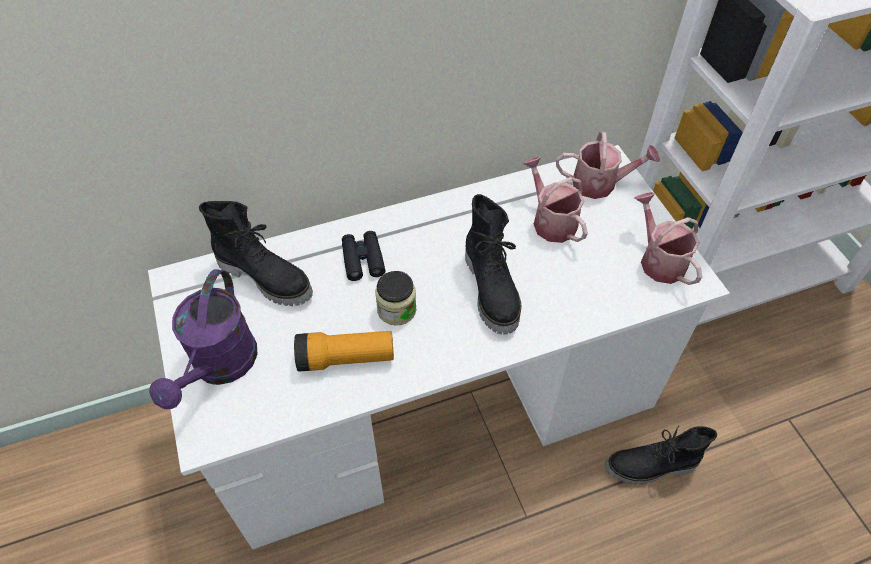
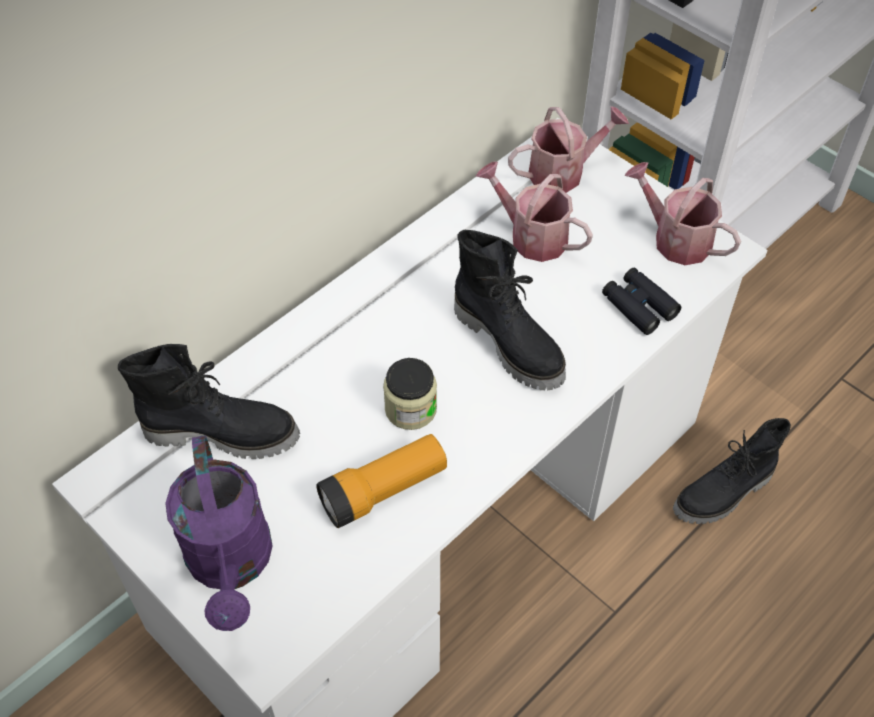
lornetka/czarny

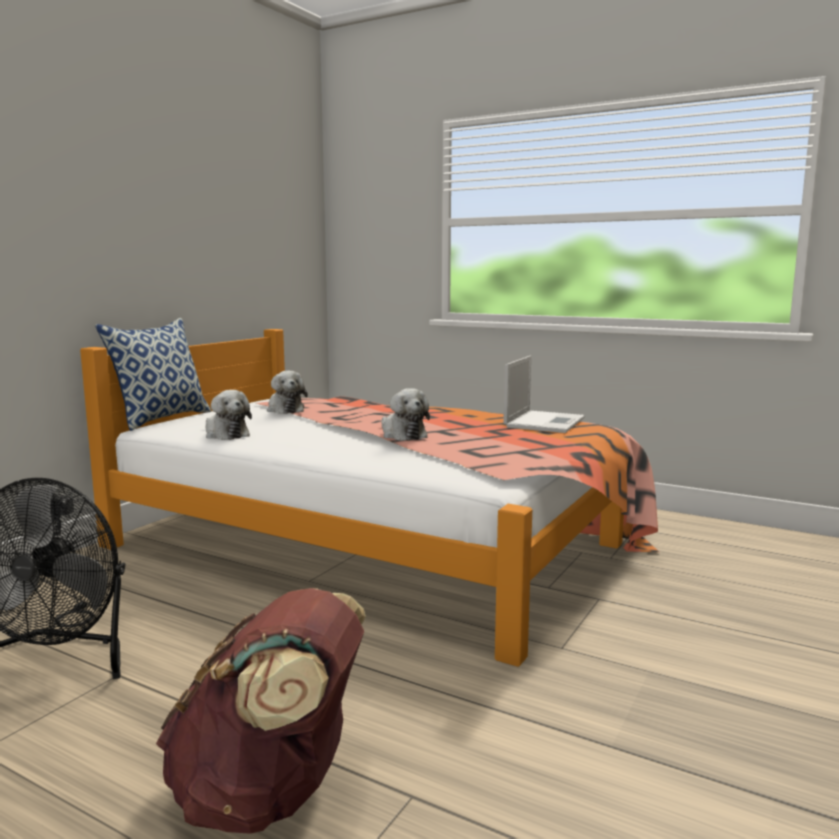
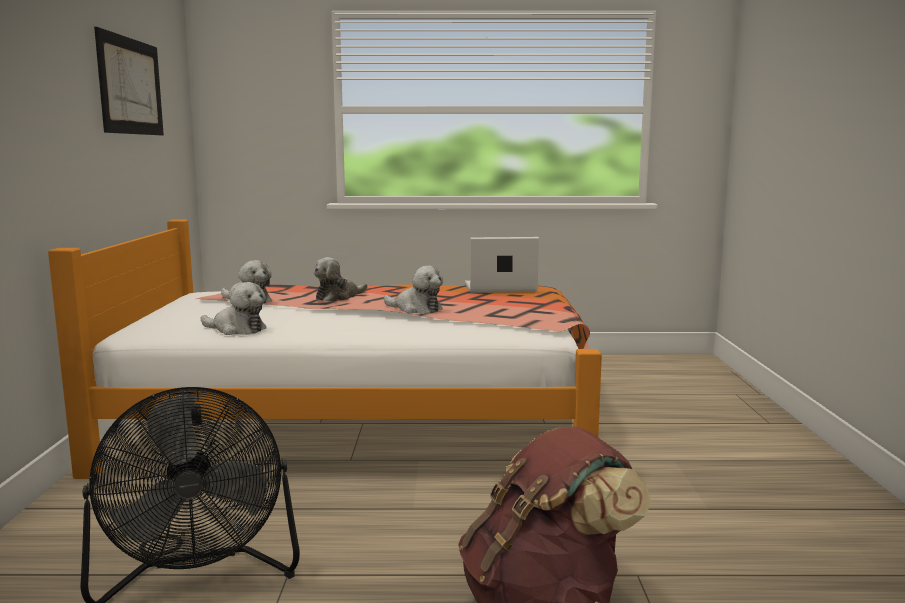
obraz
pluszak (3rd from left)
laptop
poduszka

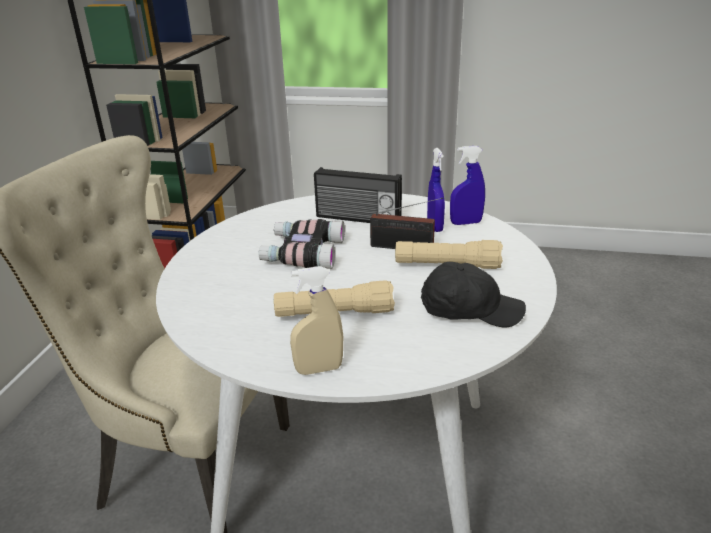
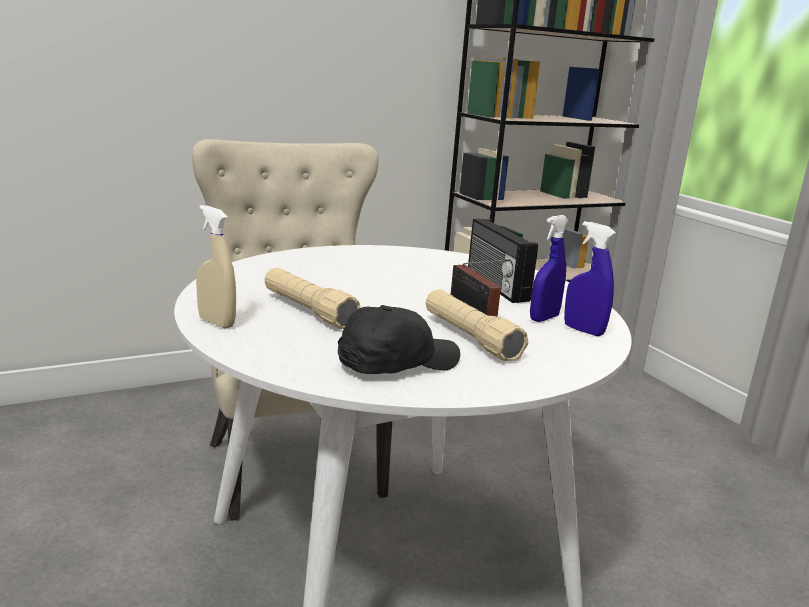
czapka z daszkiem/czarny
lornetka

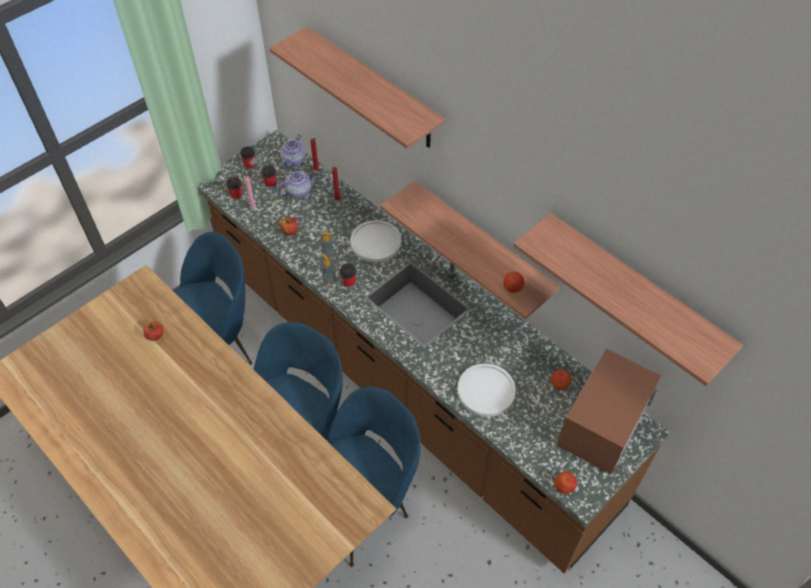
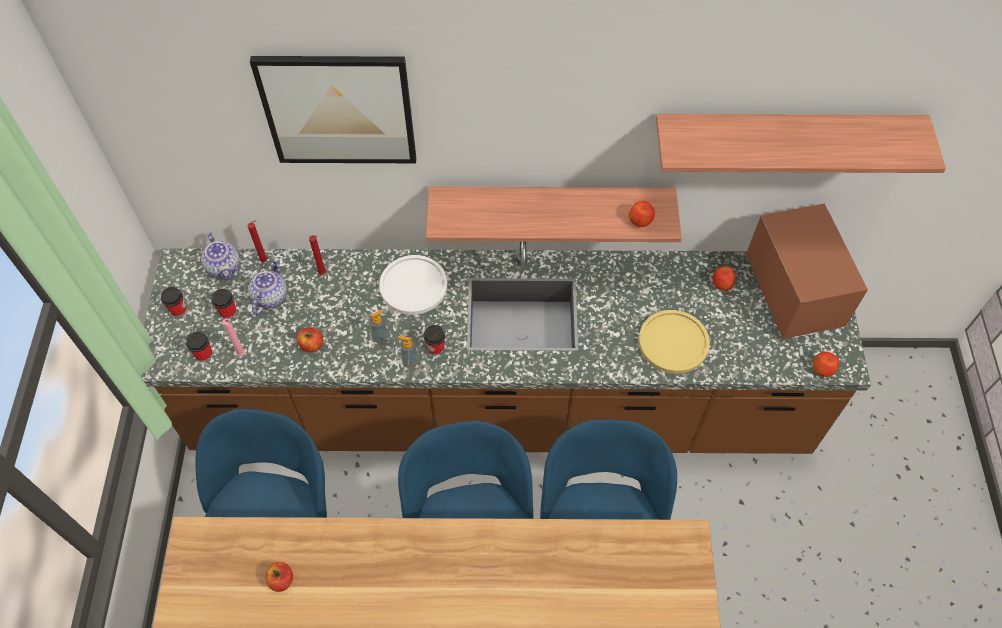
obraz
talerz/żółty

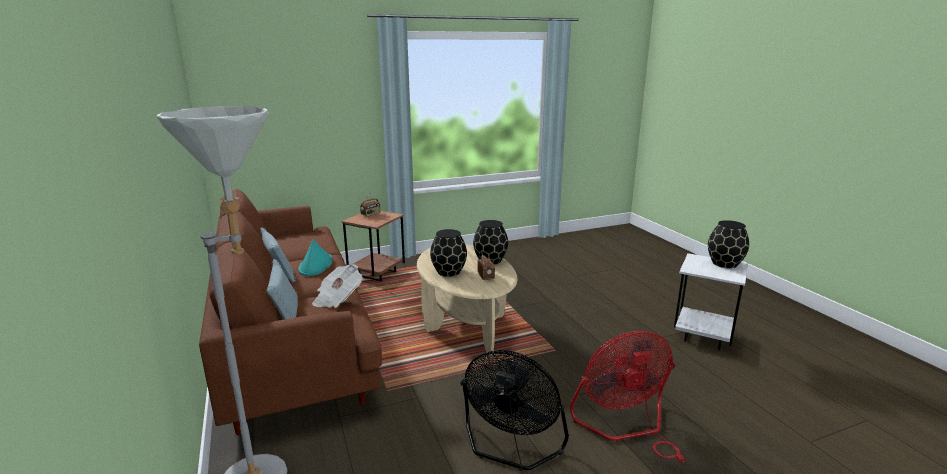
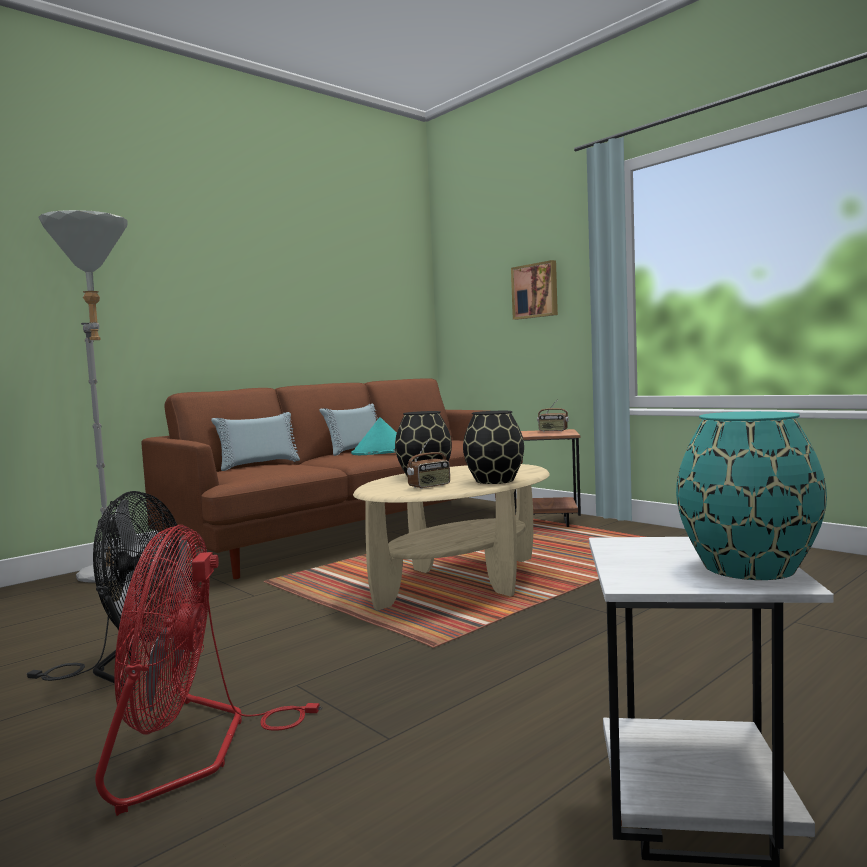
wentylator/czerwony
obraz
wazon/turkusowy
gazeta

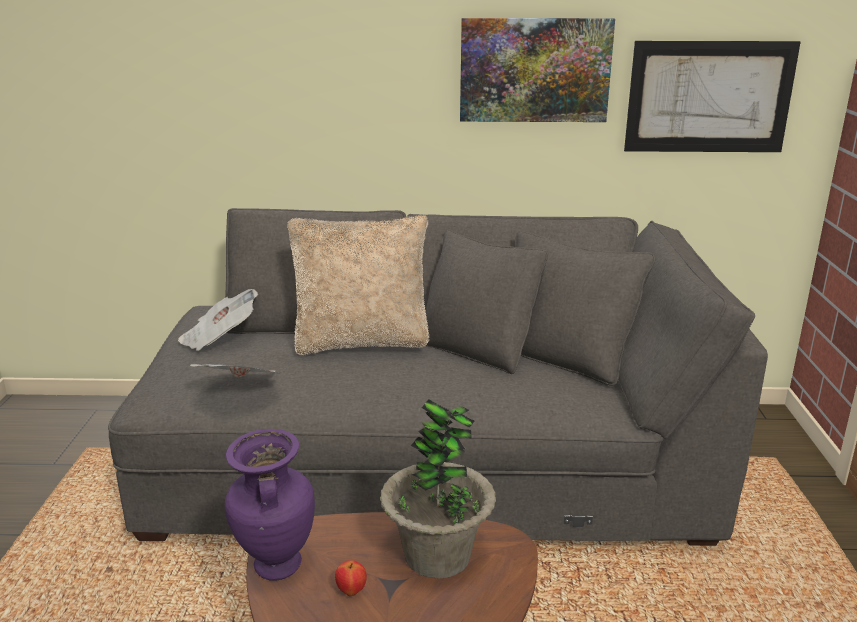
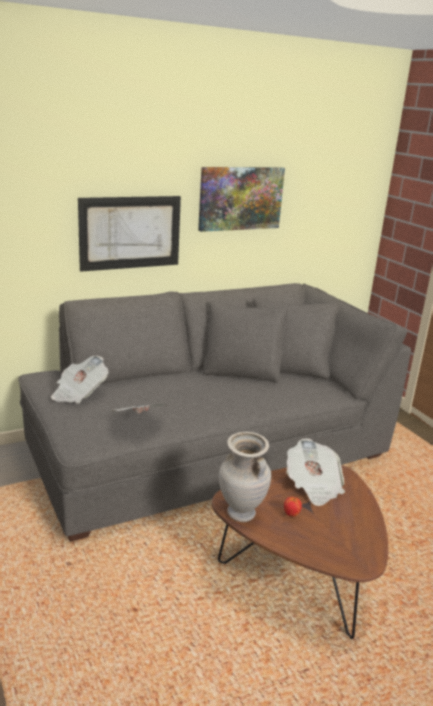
obraz (1st from left)
wazon/beżowy
gazeta (3rd from left)
poduszka/beżowy

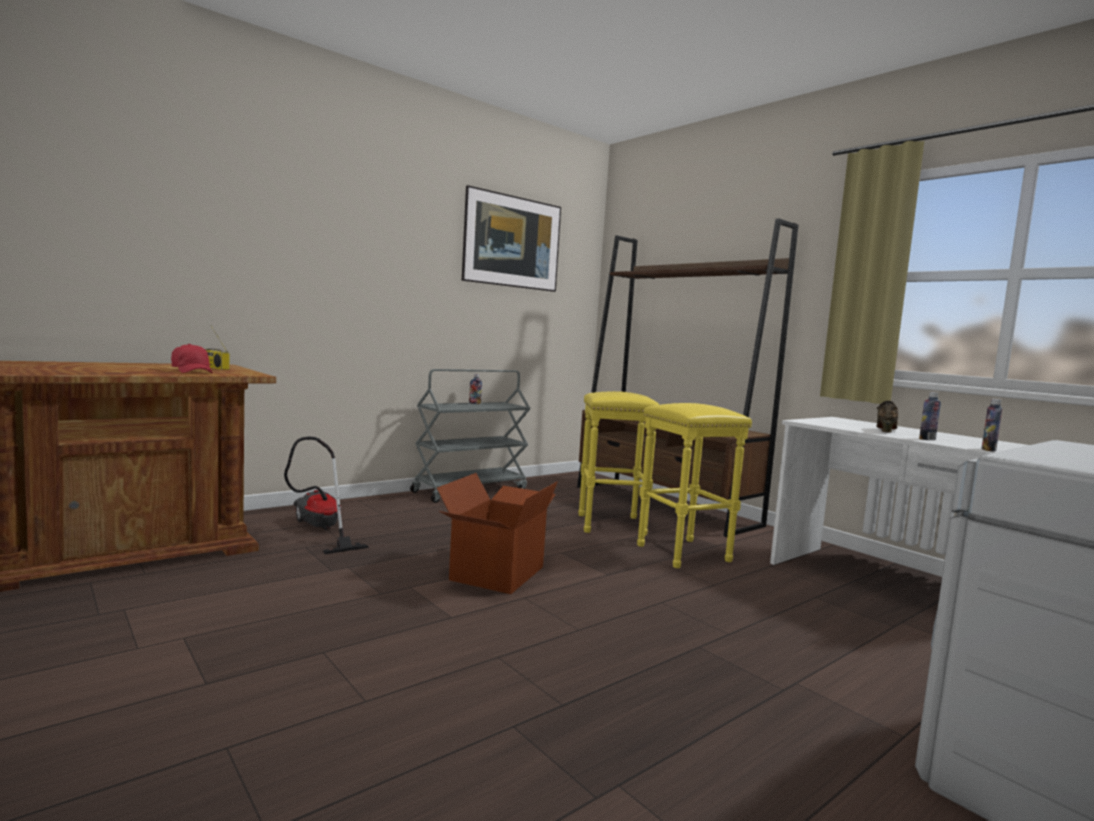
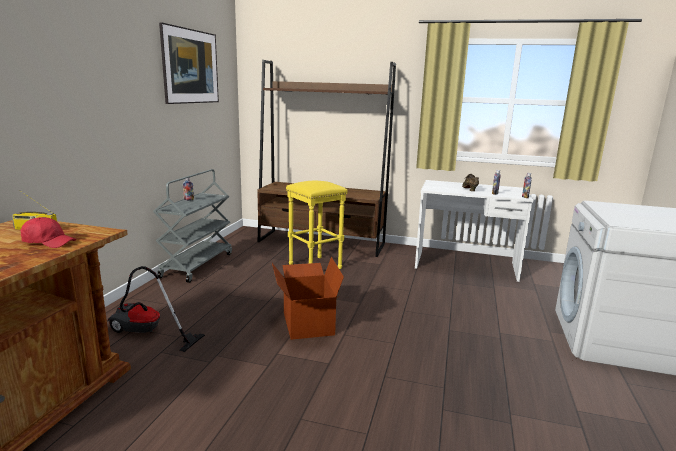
stołek/żółty (2nd from left in the first image)

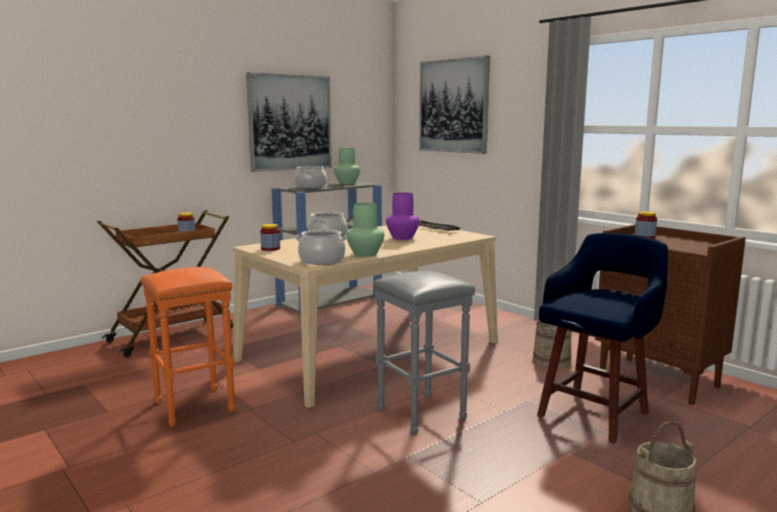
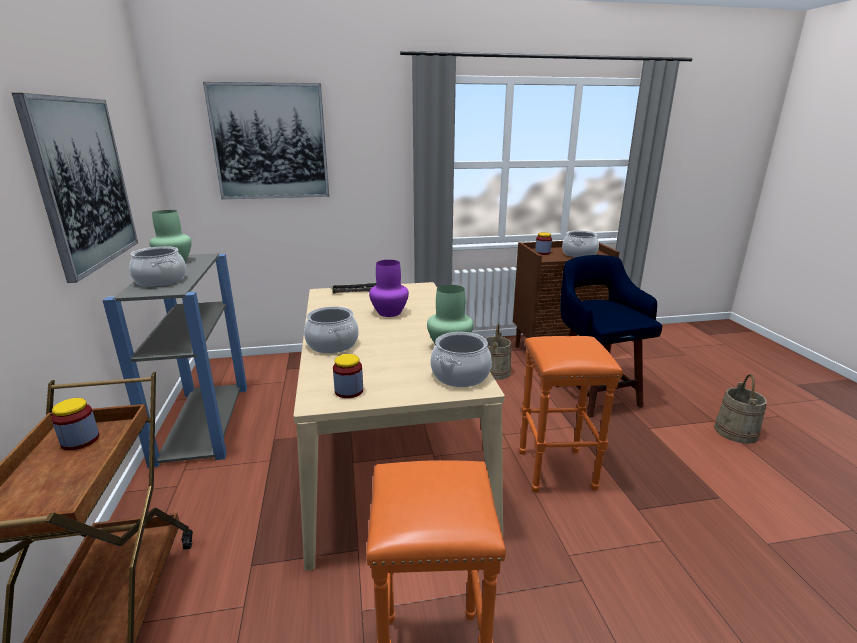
stołek/pomarańczowy (2nd from left)
garnek (4th from left)

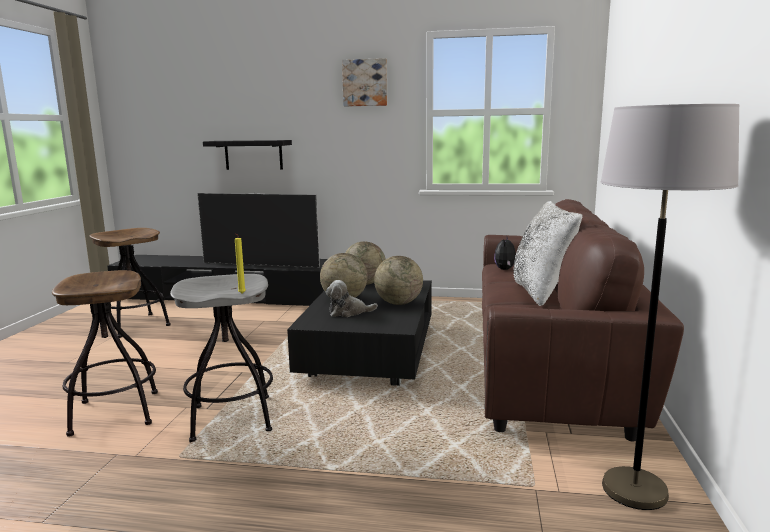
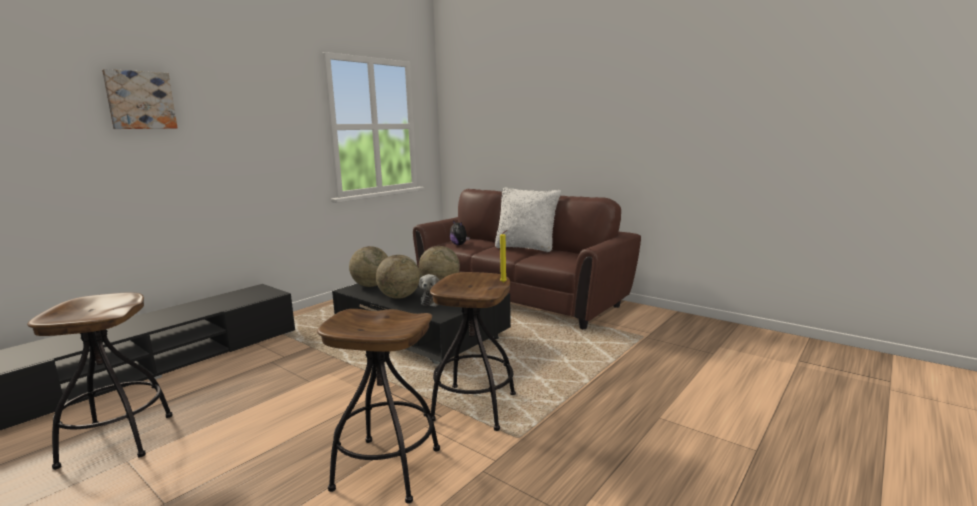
obraz
stołek/brązowy (3rd from left)
telewizor
półka/czarny
lampa stojąca/szary

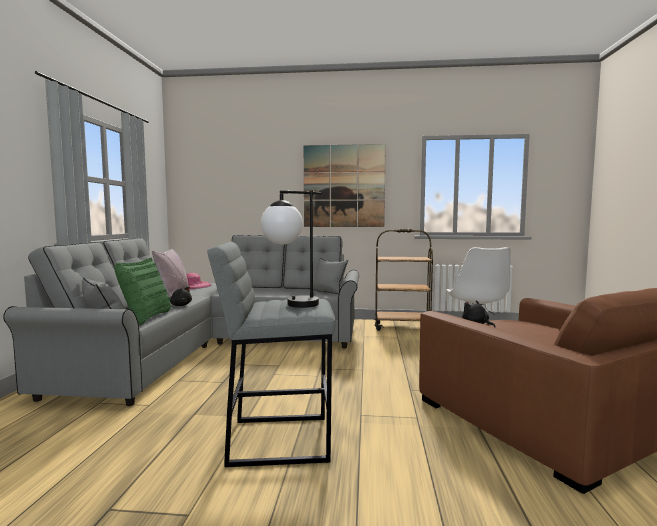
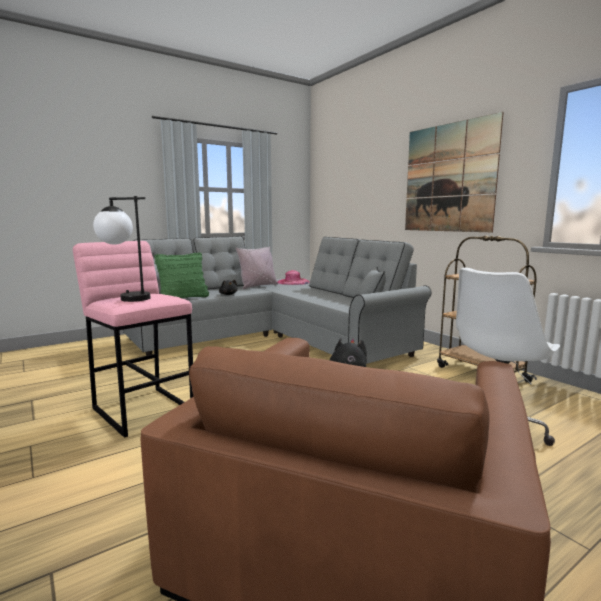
stołek/różowy

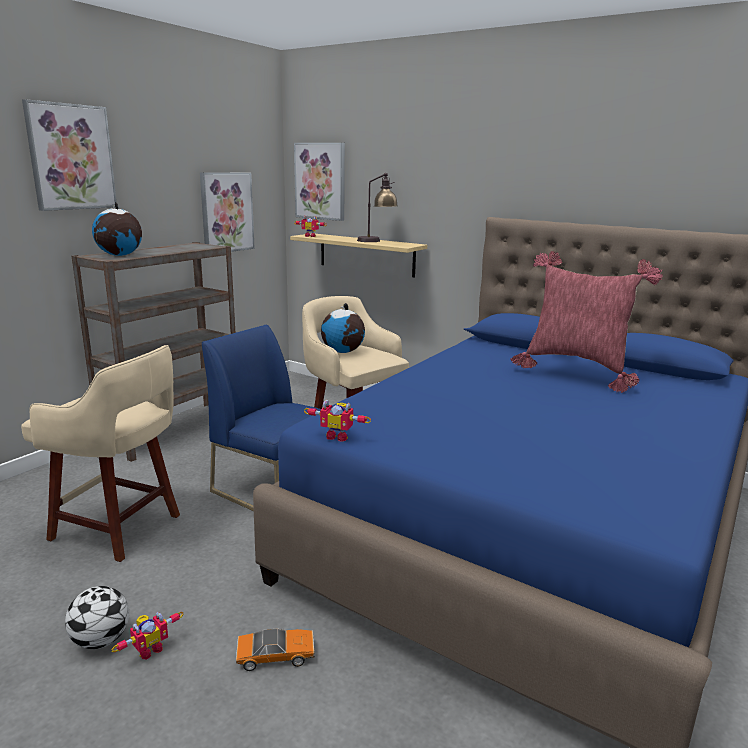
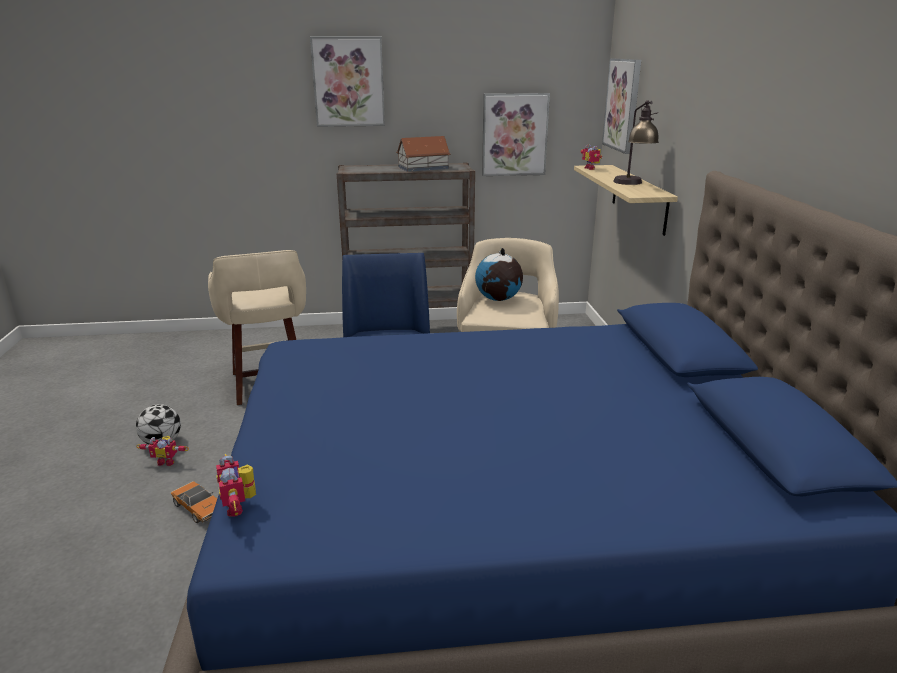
robot zabawkowy (2nd from left)
domek
globus (1st from left in the first image)
poduszka/czerwony

